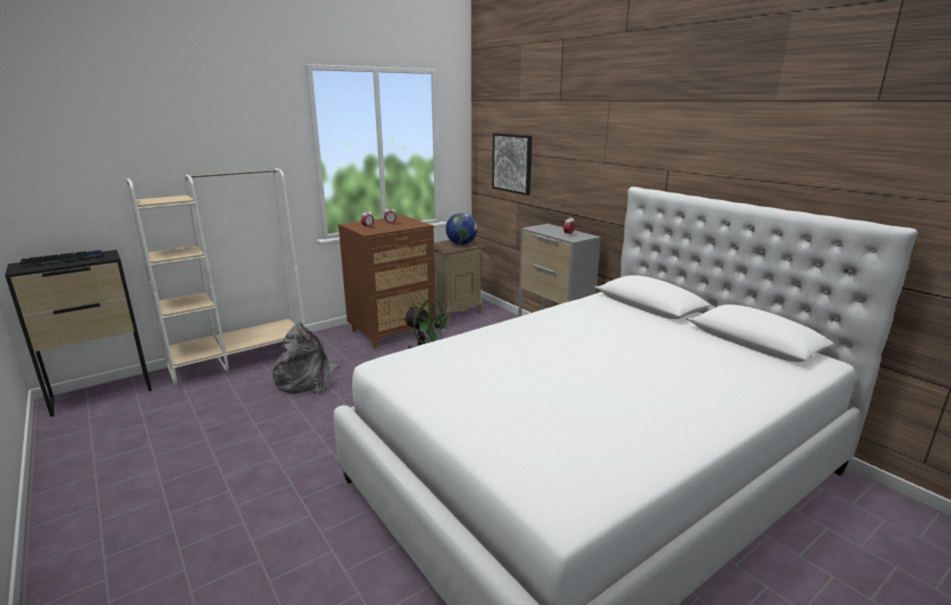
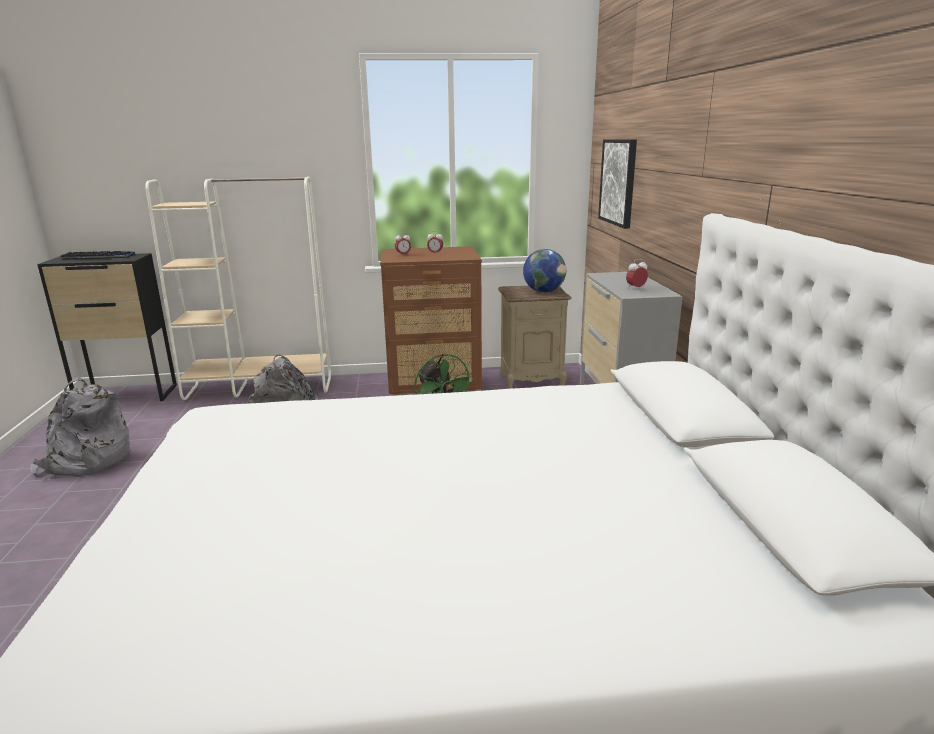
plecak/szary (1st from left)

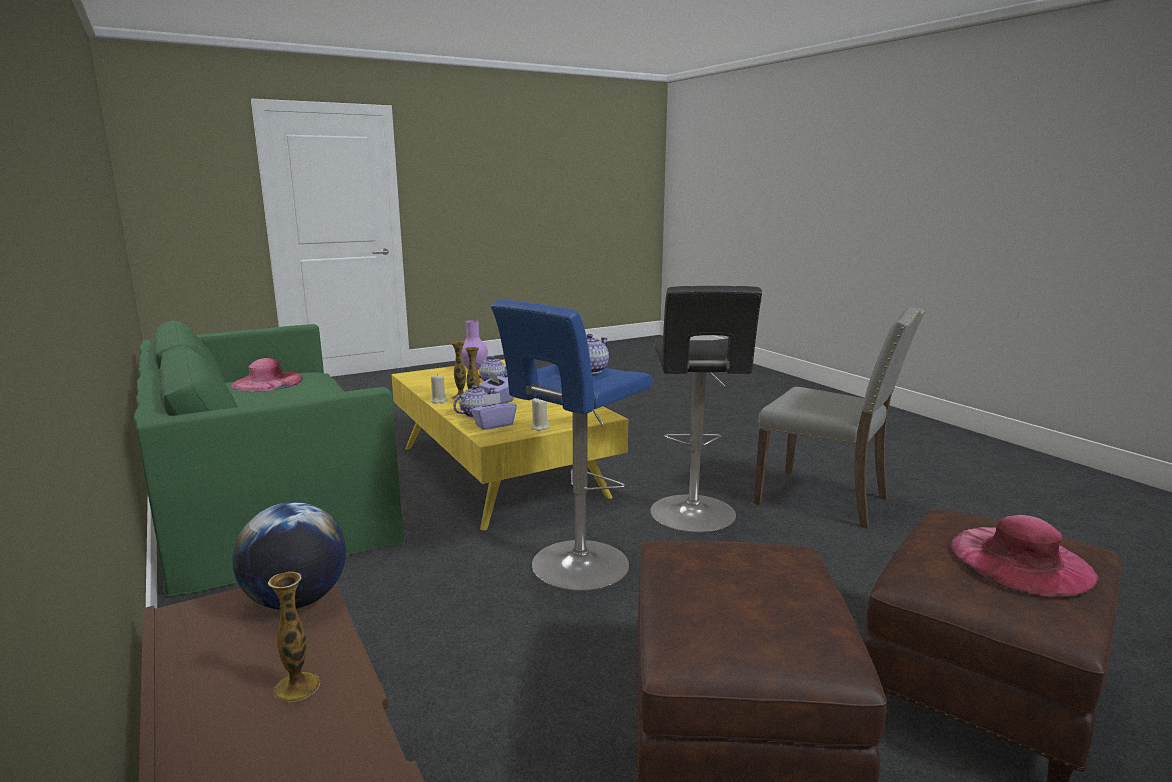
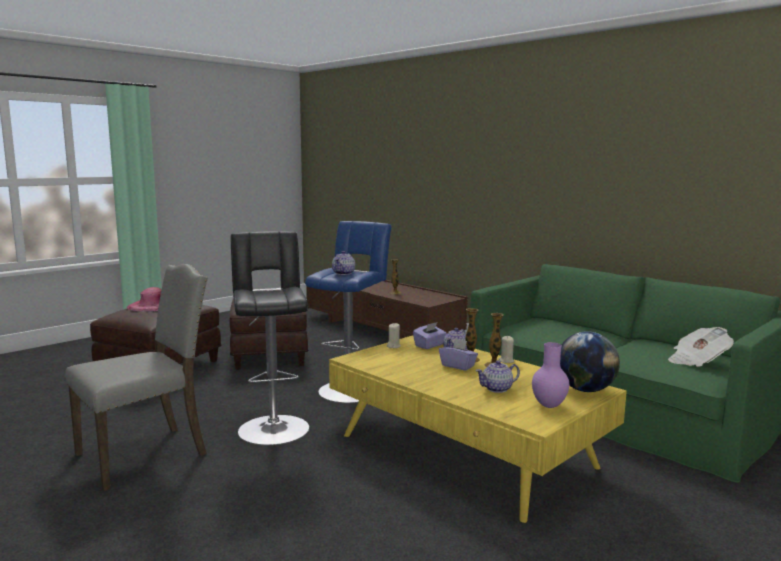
krzesło/szary
globus
gazeta

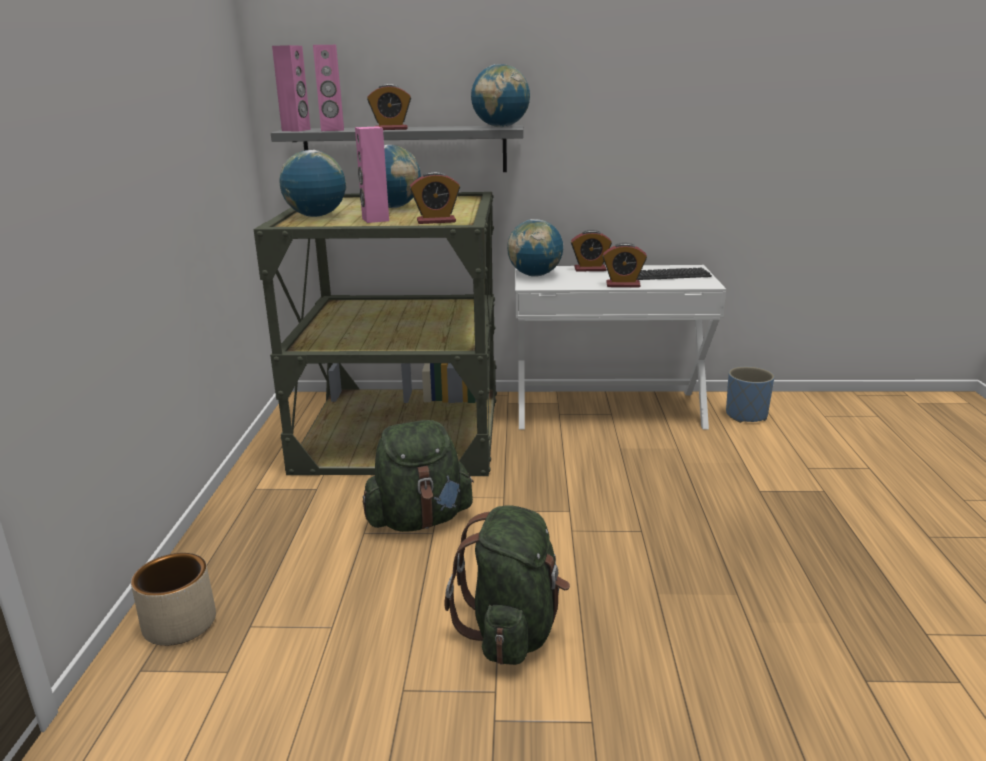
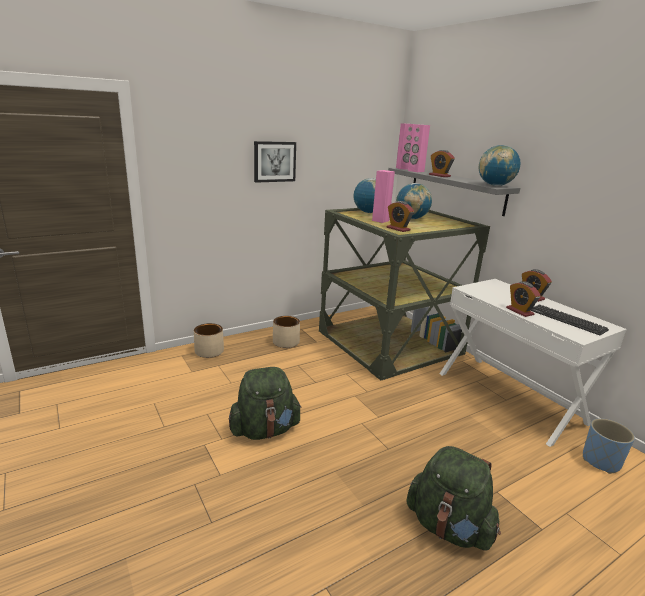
obraz
donica/beżowy (2nd from left)
plecak/zielony (2nd from left)
globus (4th from left in the first image)

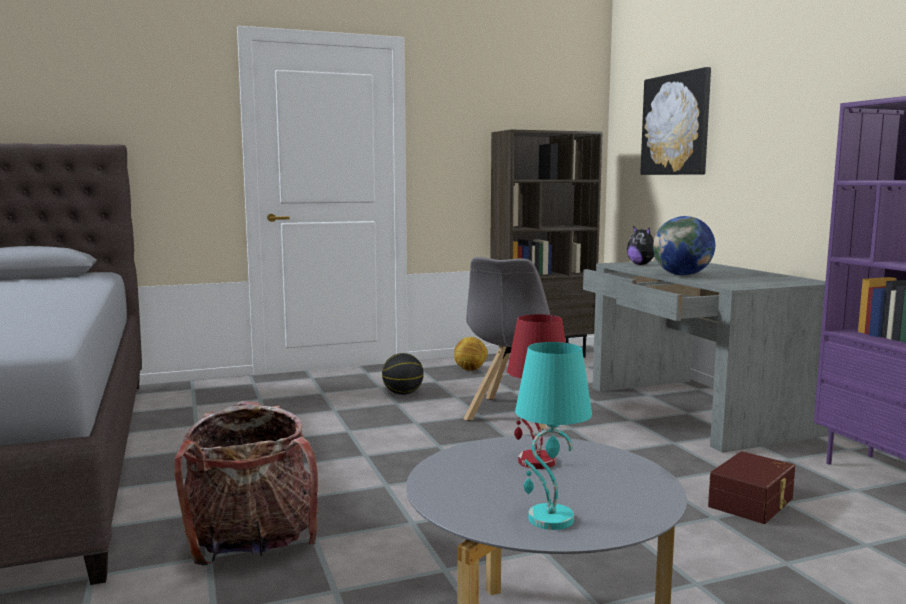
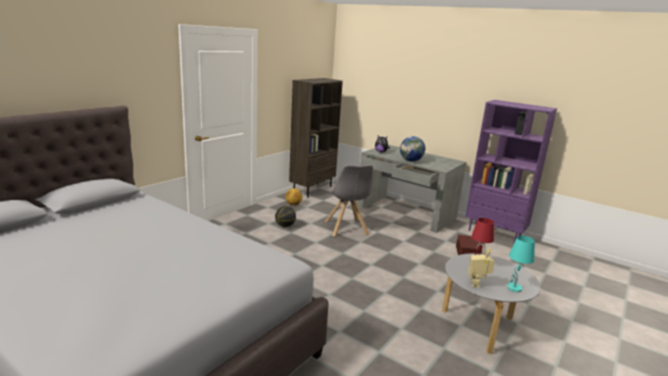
robot zabawkowy
plecak
obraz

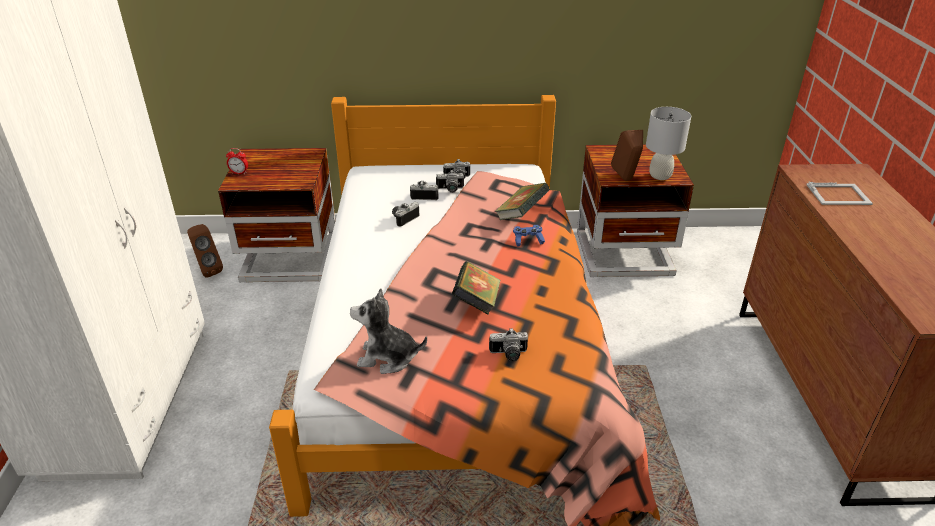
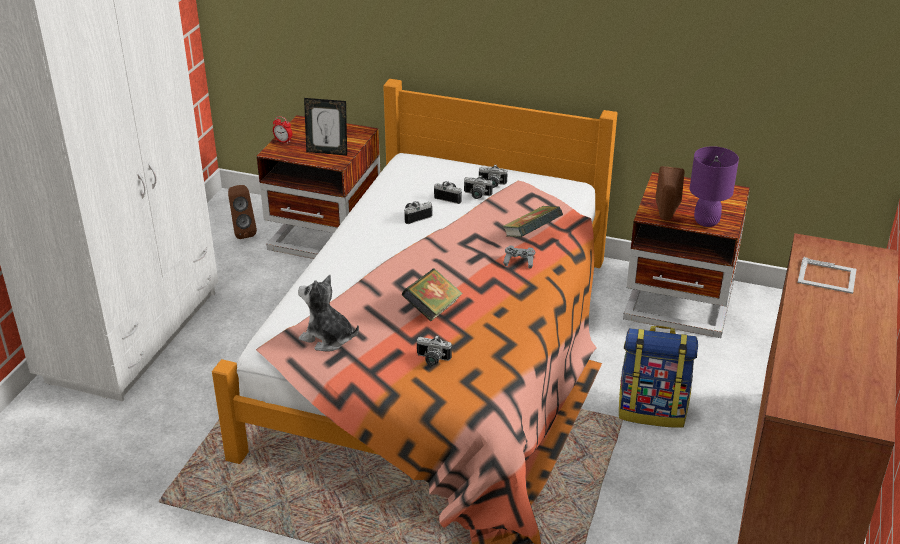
ramka na zdjęcie (1st from left)
pad do gier/szary
plecak
lampa stołowa/fioletowy

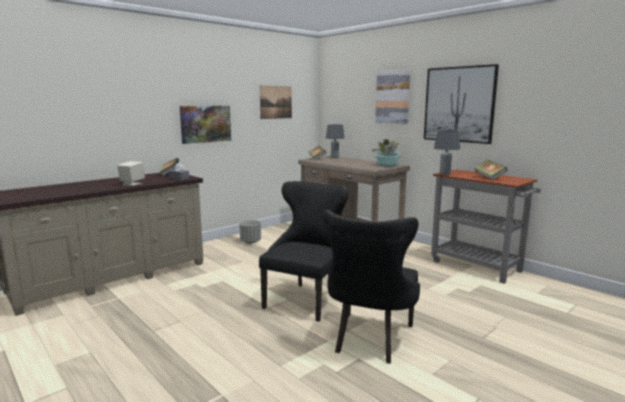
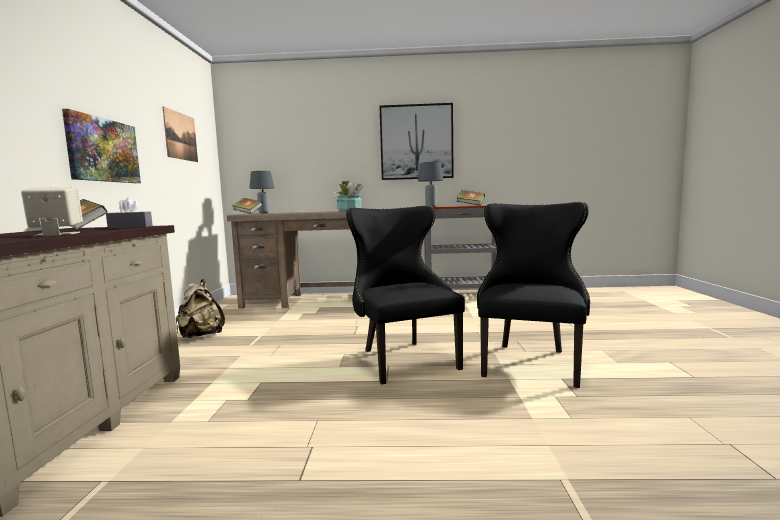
plecak/beżowy
krzesło/czarny (2nd from left)
obraz (3rd from left in the first image)

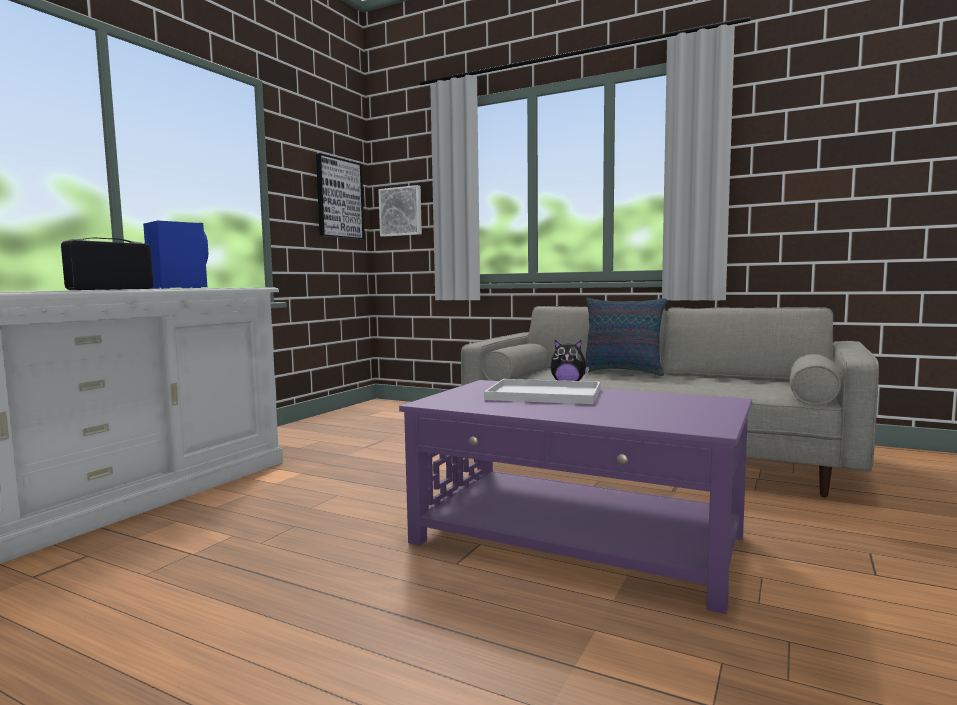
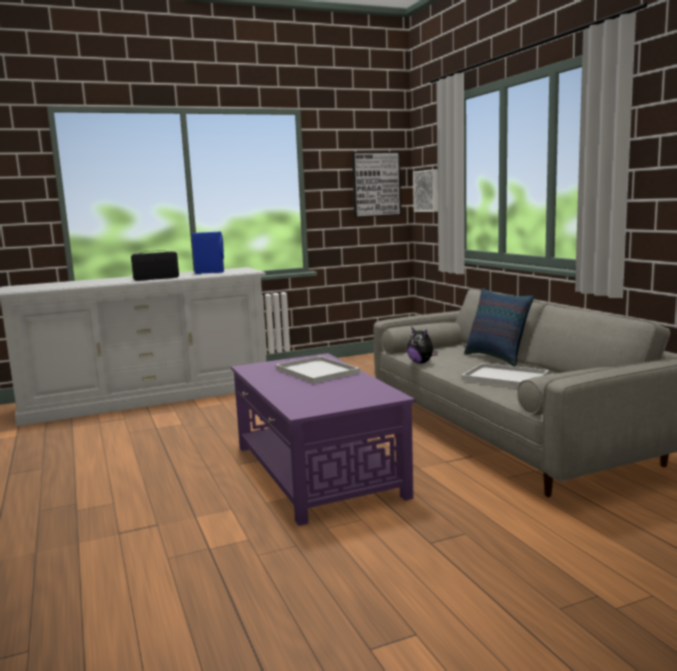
taca/biały (2nd from left)

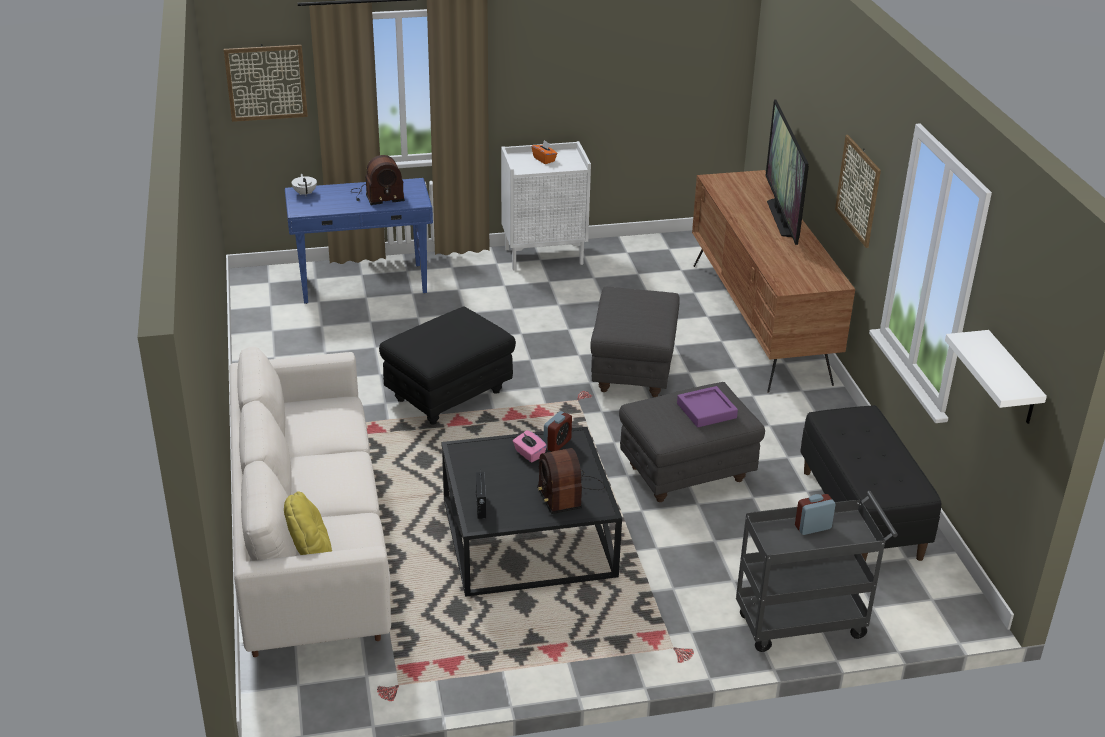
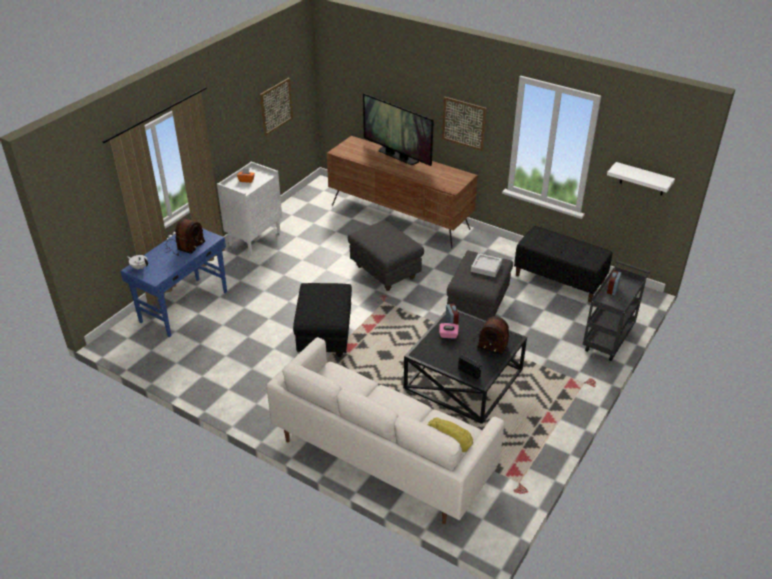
obraz (1st from left)
taca/szary

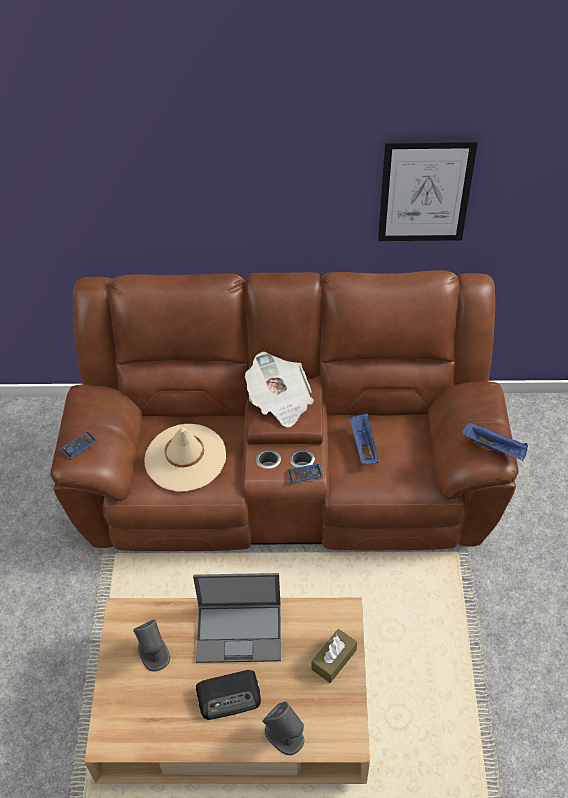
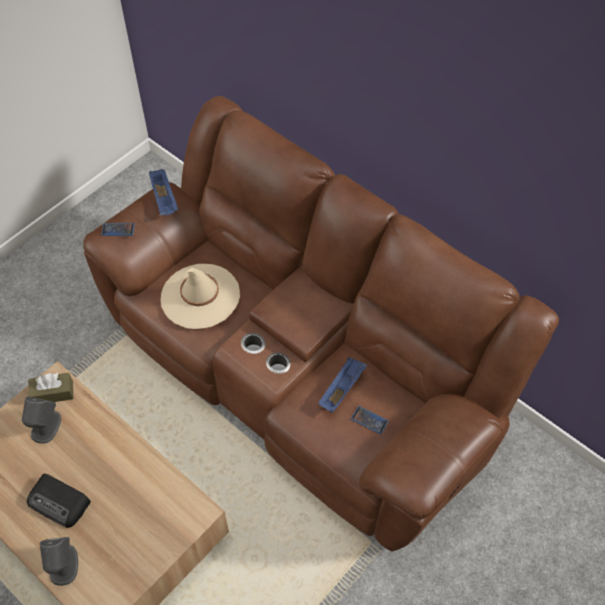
pudełko chusteczek/brązowy
taca/niebieski (1st from left)
telefon (2nd from left)
laptop
gazeta
obraz

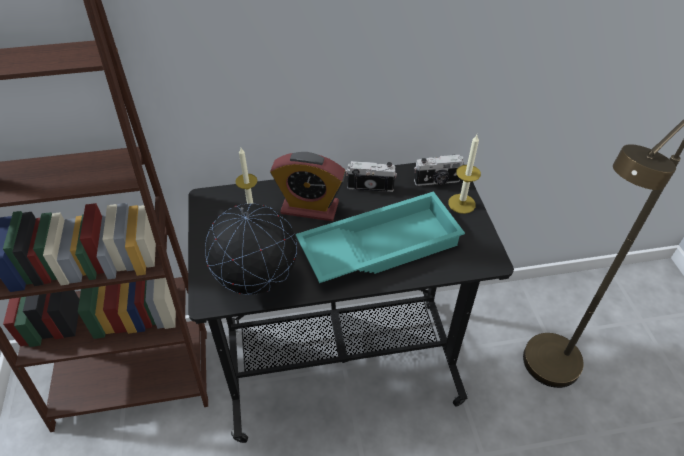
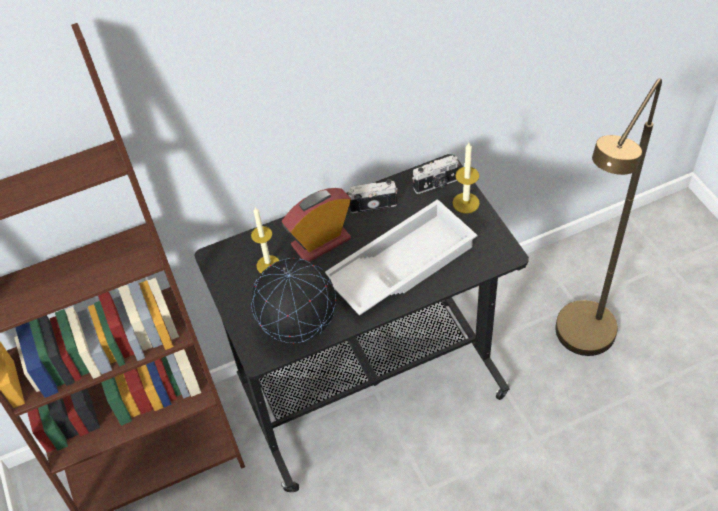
budzik
taca/biały

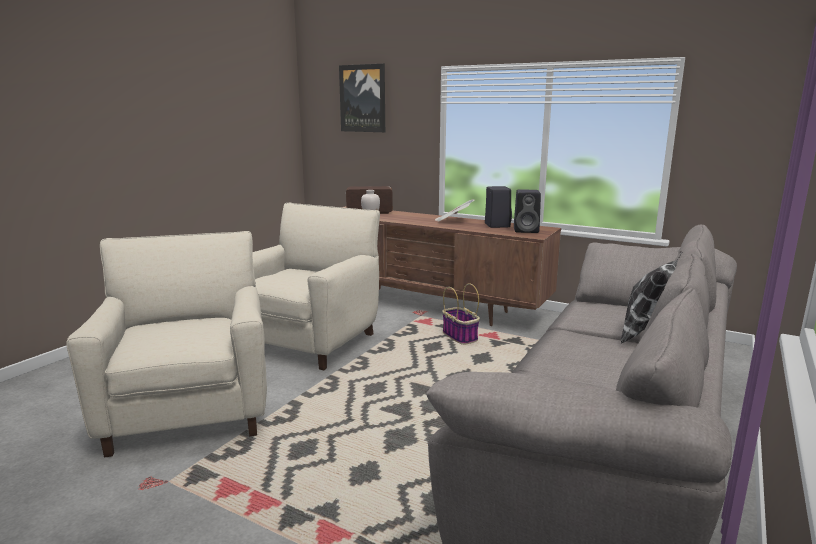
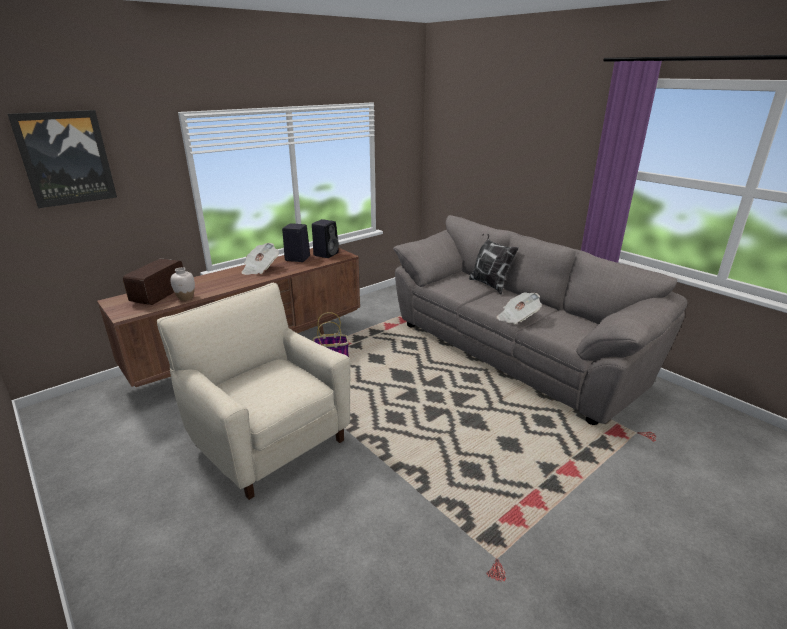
gazeta (2nd from left)
fotel/beżowy (1st from left in the first image)

